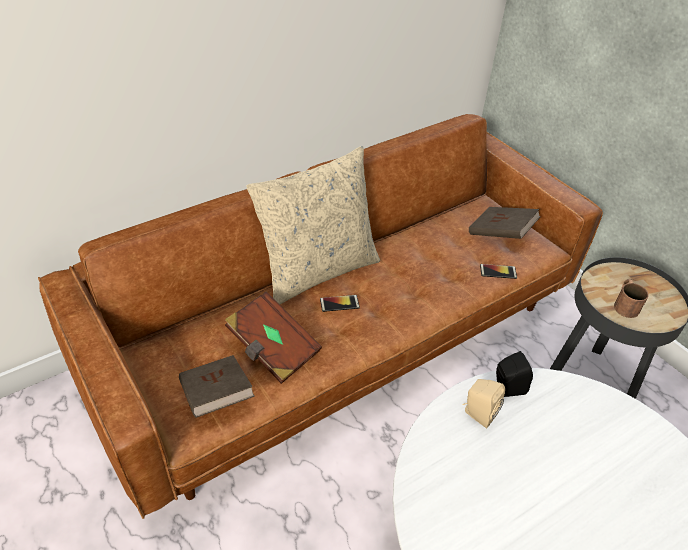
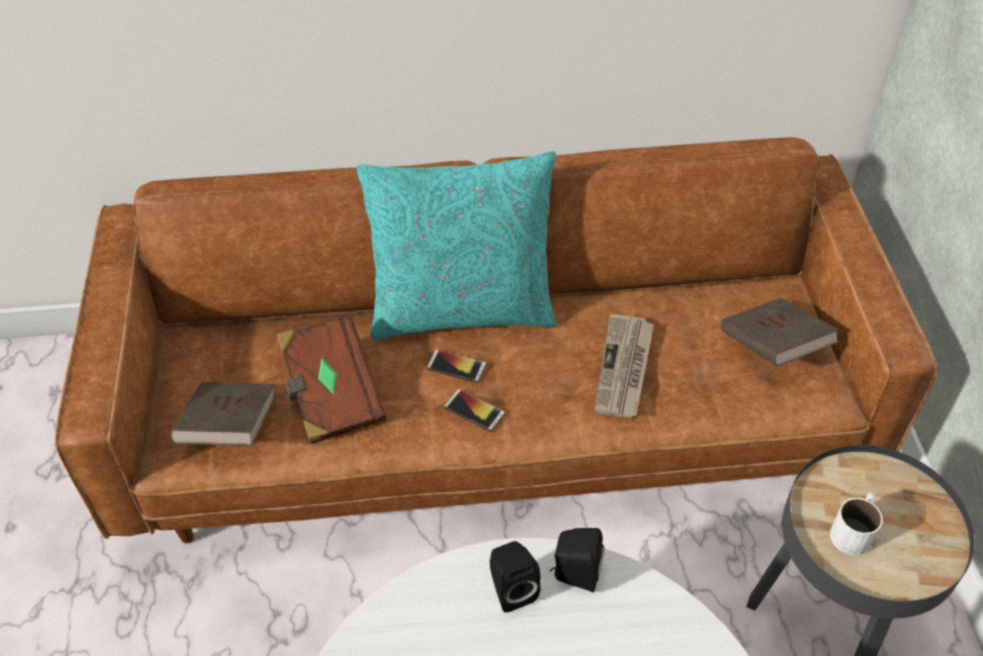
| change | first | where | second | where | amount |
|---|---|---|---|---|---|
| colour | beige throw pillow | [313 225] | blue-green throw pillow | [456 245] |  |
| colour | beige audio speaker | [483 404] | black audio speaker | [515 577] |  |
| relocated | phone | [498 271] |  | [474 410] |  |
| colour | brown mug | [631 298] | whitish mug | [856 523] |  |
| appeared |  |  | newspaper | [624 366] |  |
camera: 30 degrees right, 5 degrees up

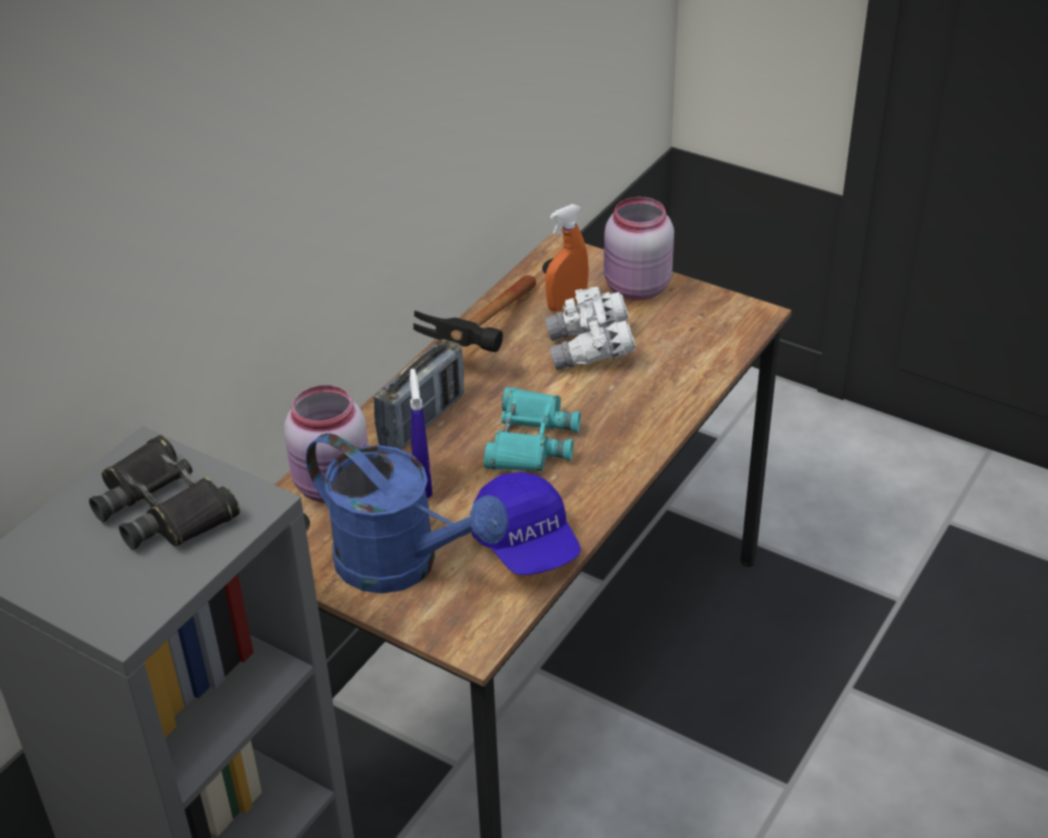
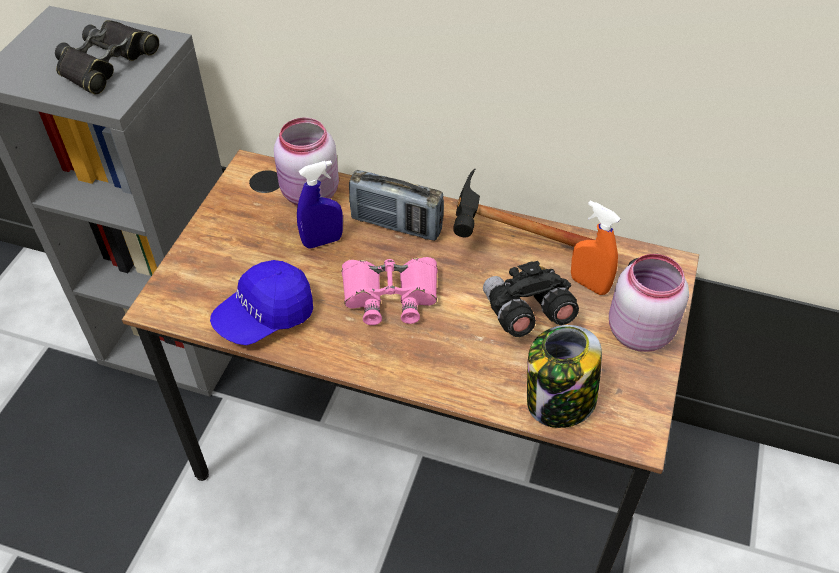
| change | first | where | second | where | amount |
|---|---|---|---|---|---|
| missing | blue-coloured sprinkling can | [407 513] |  |  |  |
| colour | blue-green binoculars | [532 429] | pink-coloured binoculars | [390 291] |  |
| colour | whitish binoculars | [590 328] | black binoculars | [531 299] |  |
| appeared |  |  | jar | [564 376] |  |
camera: 75 degrees right, 10 degrees up

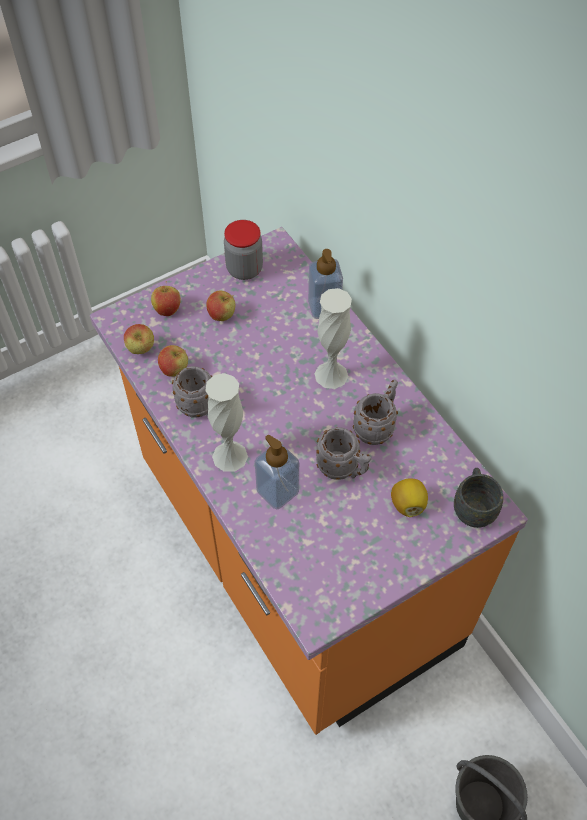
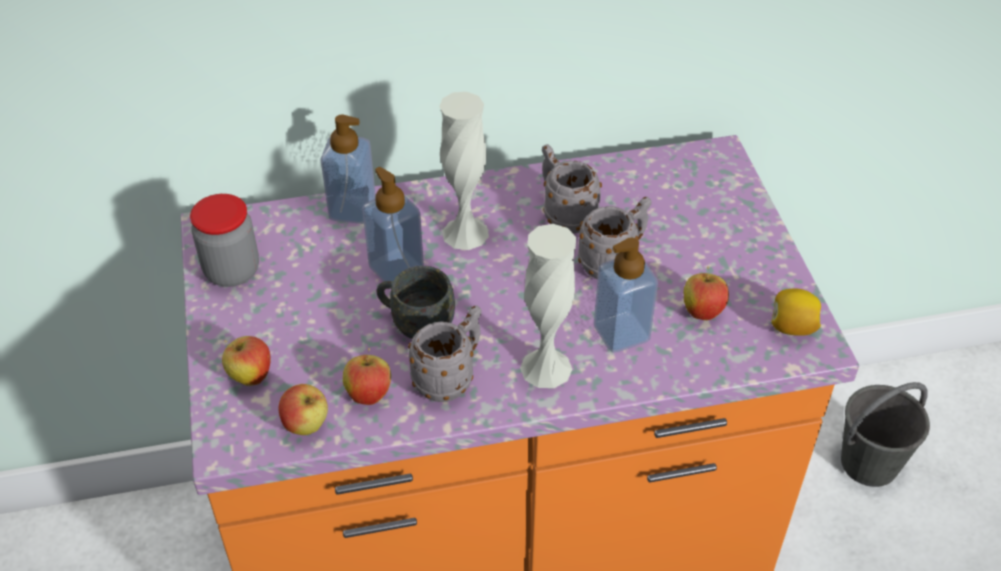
| change | first | where | second | where | amount |
|---|---|---|---|---|---|
| relocated | apple | [221 306] |  | [706 293] |  |
| relocated | citrus fruit | [409 497] |  | [796 312] |  |
| relocated | gray mug | [478 498] |  | [416 302] |  |
| appeared |  |  | liquid soap bottle | [393 224] |  |
camera: 70 degrees left, 10 degrees down

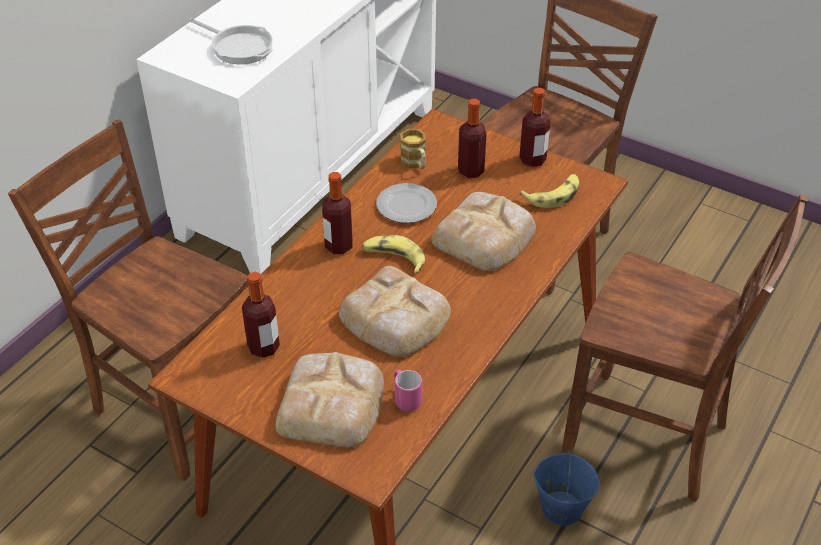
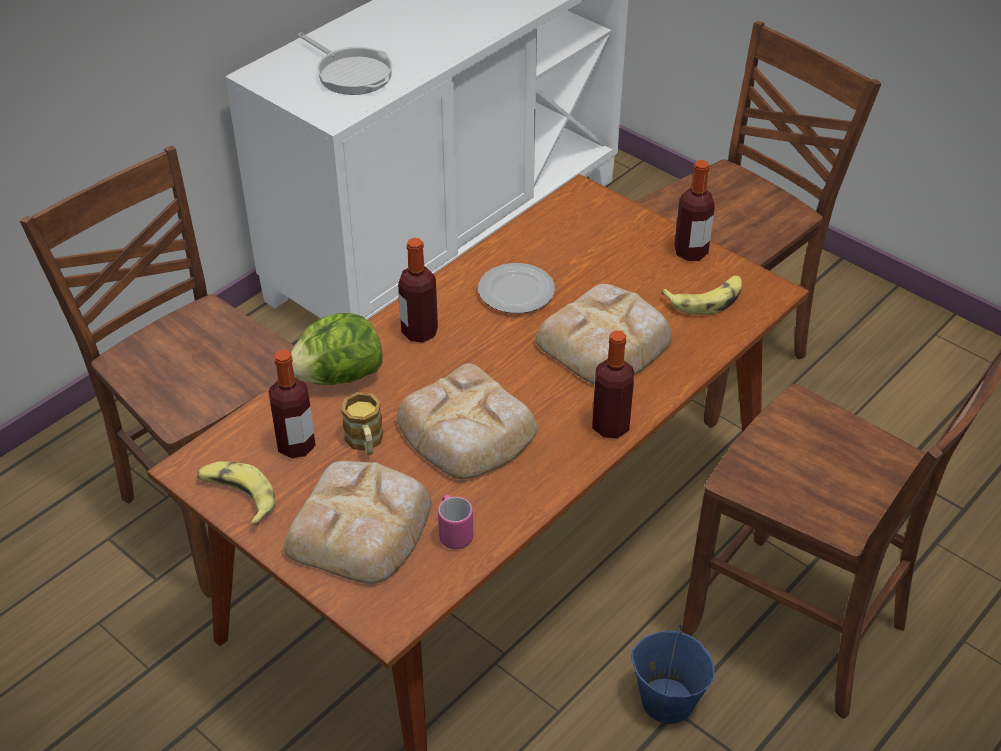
| change | first | where | second | where | amount |
|---|---|---|---|---|---|
| relocated | whole banana | [393 254] |  | [236 493] |  |
| relocated | mug | [413 149] |  | [362 423] |  |
| relocated | beverage bottle | [472 138] |  | [613 384] |  |
| appeared |  |  | lettuce | [337 349] |  |
camera: 10 degrees right, 0 degrees up

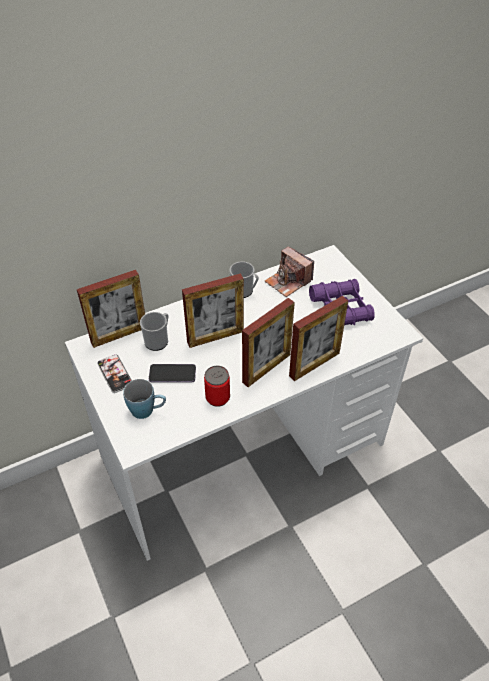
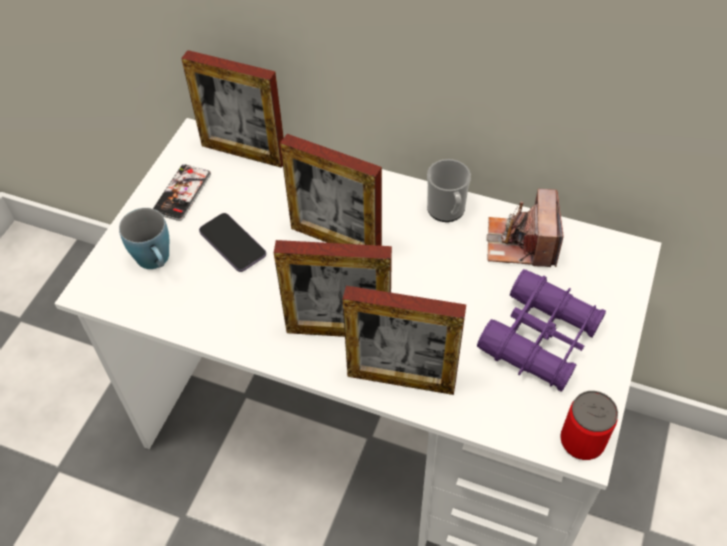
| change | first | where | second | where | amount |
|---|---|---|---|---|---|
| missing | mug | [154 331] |  |  |  |
| relocated | metal can | [217 386] |  | [589 425] |  |
camera: 50 degrees right, 5 degrees up

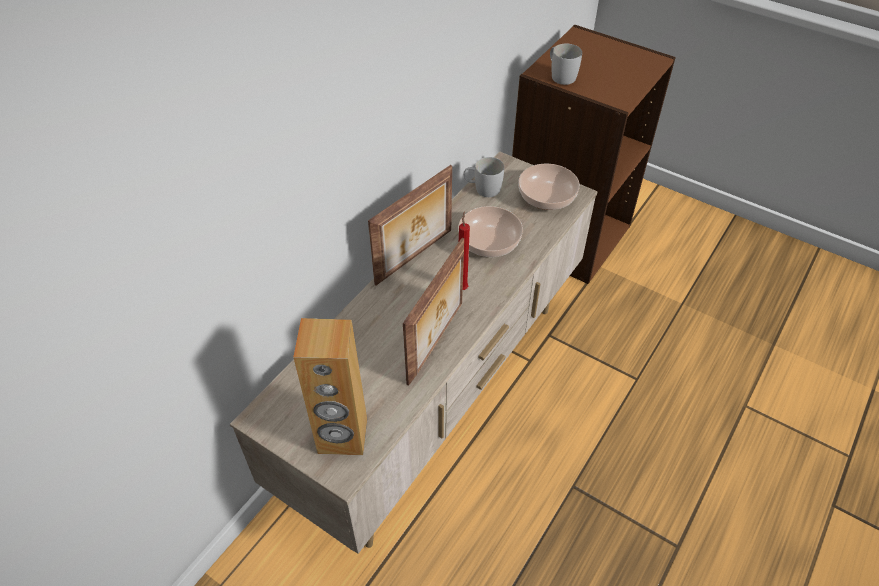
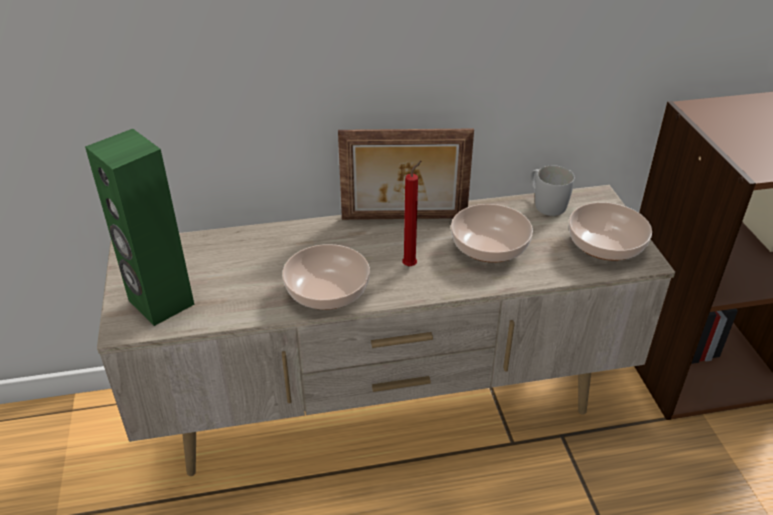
| change | first | where | second | where | amount |
|---|---|---|---|---|---|
| colour | brown audio speaker | [330 386] | green audio speaker | [139 227] |  |
| exchanged | photo frame | [433 312] | deep dish | [326 277] |  |
| missing | whitish mug | [566 64] |  |  |  |
camera: 45 degrees right, 10 degrees down

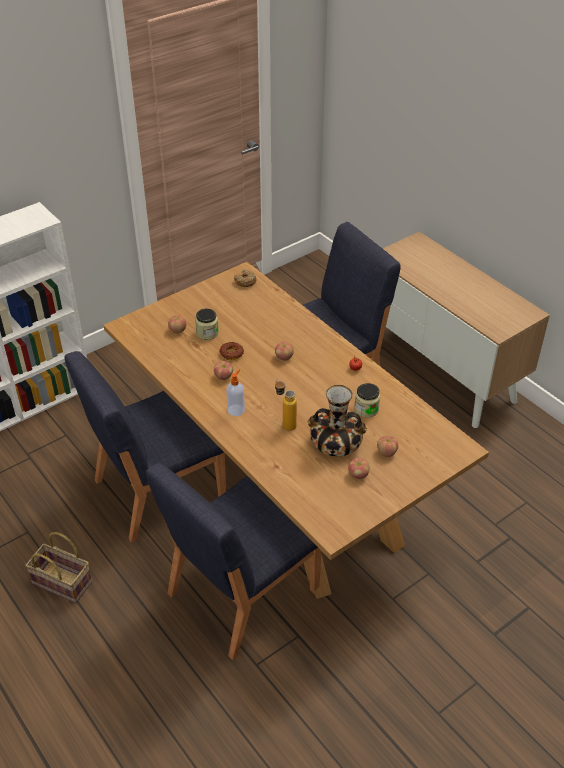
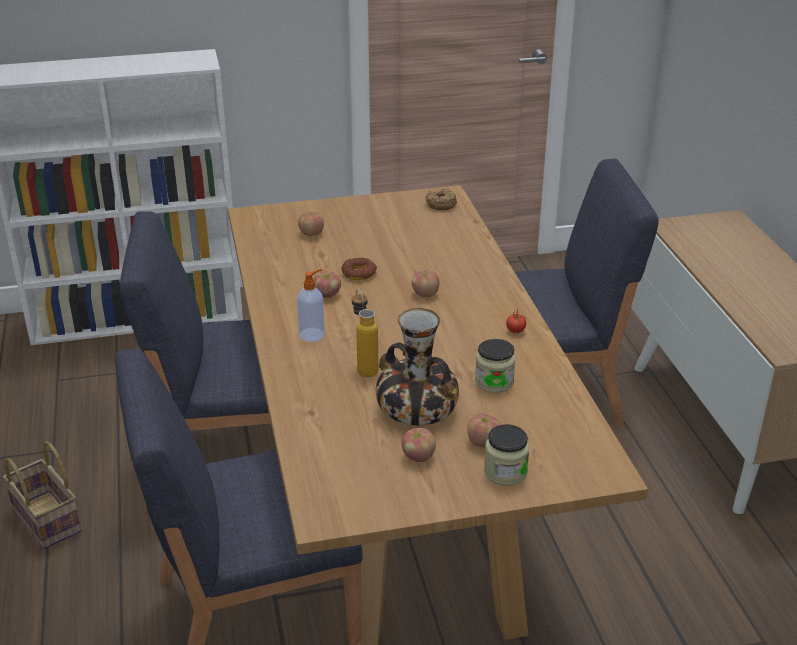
| change | first | where | second | where | amount |
|---|---|---|---|---|---|
| relocated | jar | [207 324] |  | [507 455] |  |
camera: 25 degrees right, 10 degrees down

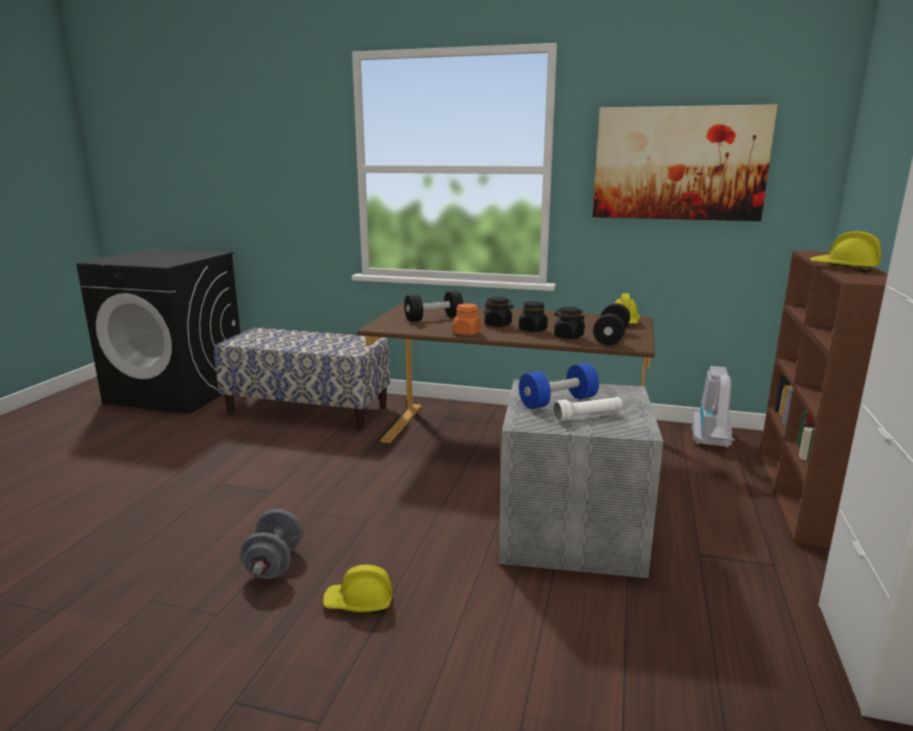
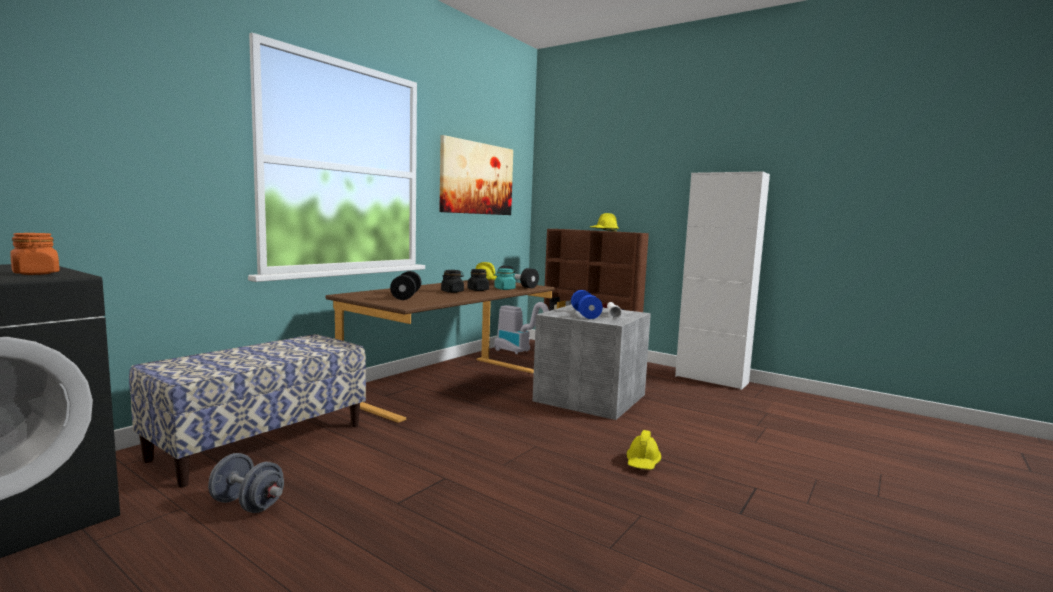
| change | first | where | second | where | amount |
|---|---|---|---|---|---|
| relocated | gray dumbbell | [271 544] |  | [246 483] |  |
| relocated | orange jar | [467 319] |  | [35 254] |  |
| colour | black jar | [569 323] | blue-green jar | [505 279] |  |
camera: 70 degrees left, 10 degrees down

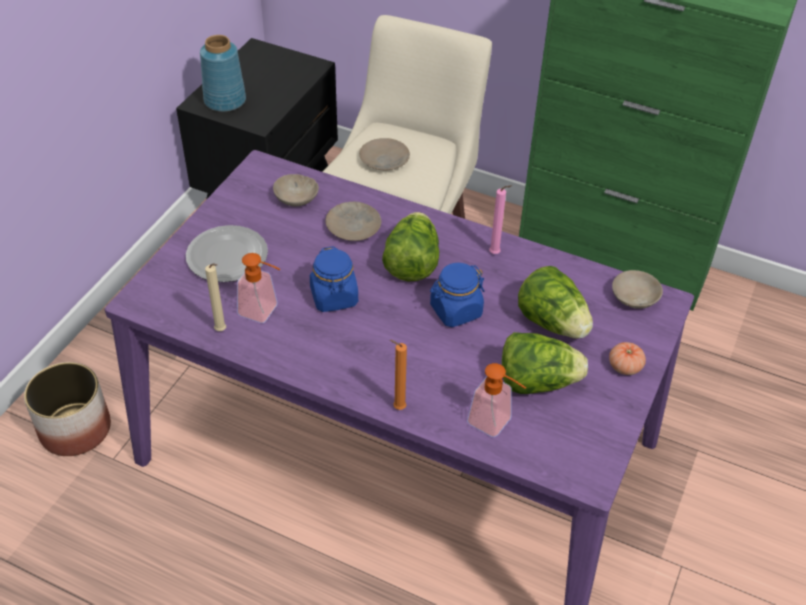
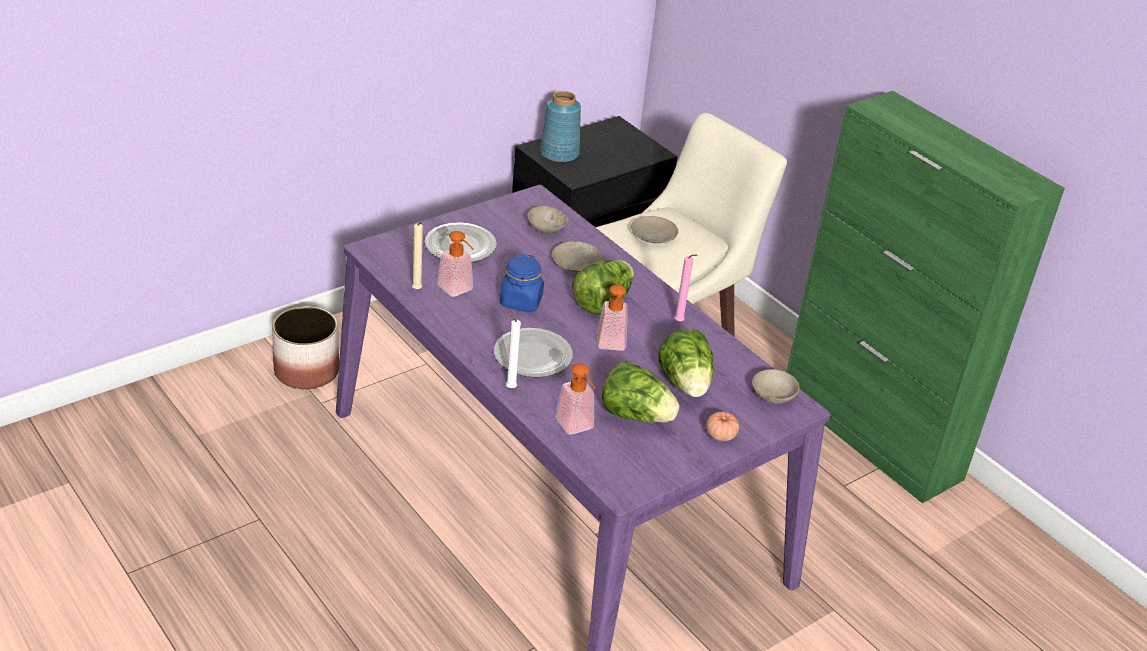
| change | first | where | second | where | amount |
|---|---|---|---|---|---|
| colour | orange wax candle | [398 375] | whitish wax candle | [513 350] |  |
| exchanged | blue-coloured jar | [457 295] | liquid soap bottle | [612 318] |  |
| appeared |  |  | dinner plate | [533 352] |  |
camera: 25 degrees right, 10 degrees down

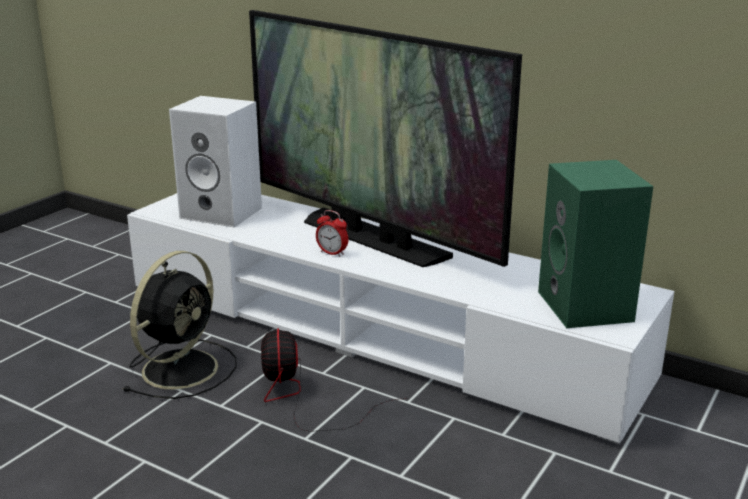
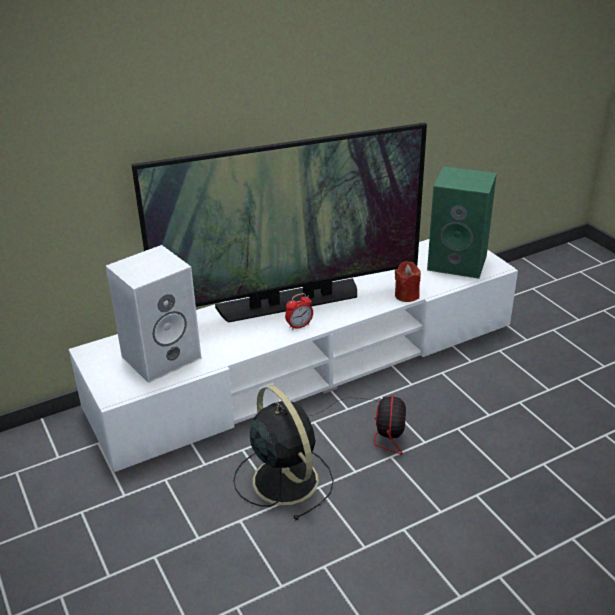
| change | first | where | second | where | amount |
|---|---|---|---|---|---|
| spun | electric fan | [335 380] |  | [357 425] | 105 degrees counterclockwise |
| appeared |  |  | red-coloured wax candle | [408 281] |  |
camera: 60 degrees left, 10 degrees up

